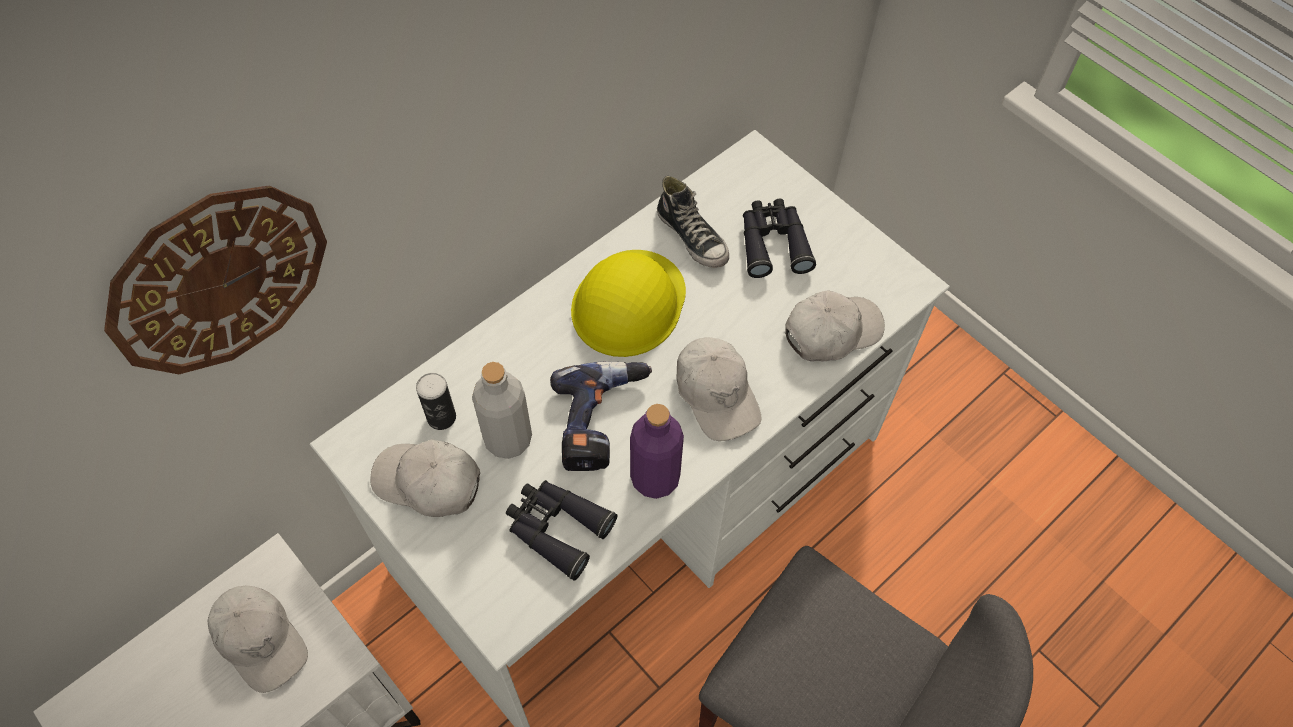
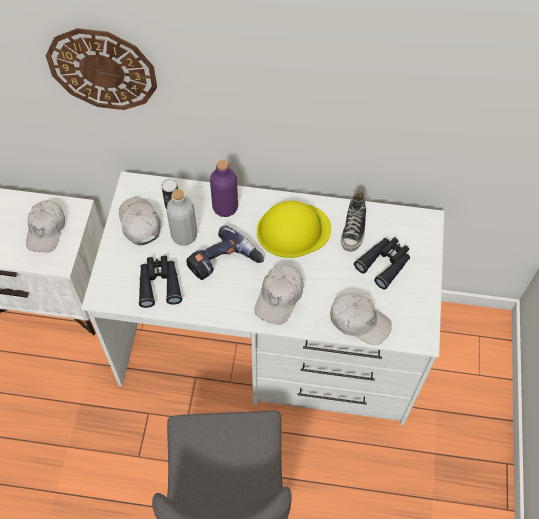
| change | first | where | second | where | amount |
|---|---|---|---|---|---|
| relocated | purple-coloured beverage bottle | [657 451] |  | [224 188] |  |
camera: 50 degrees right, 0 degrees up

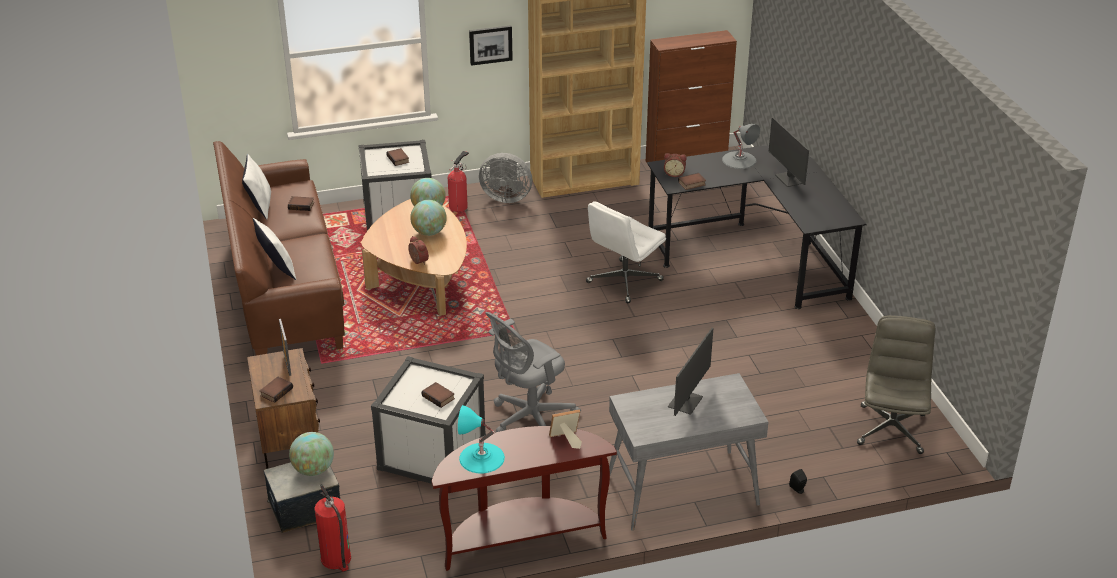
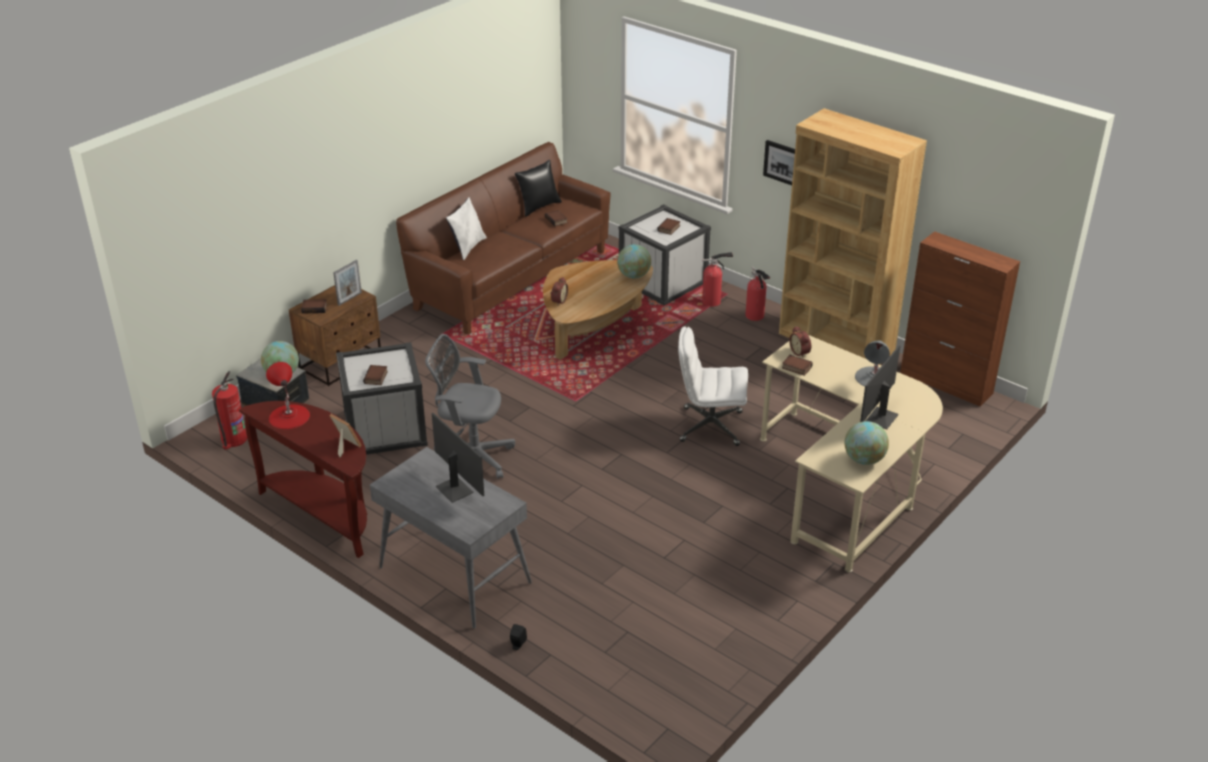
| change | first | where | second | where | amount |
|---|---|---|---|---|---|
| colour | whitish throw pillow | [256 187] | black throw pillow | [538 188] |  |
| relocated | world globe | [428 218] |  | [866 443] |  |
| colour | blue-green tabletop lamp | [481 439] | red-coloured tabletop lamp | [288 395] |  |
| exchanged | gray electric fan | [505 178] | fire extinguisher | [757 294] |  |
| colour | black desk | [757 227] | beige desk | [851 453] |  |
| spun | computer screen | [690 372] |  | [458 458] | 120 degrees counterclockwise |
| missing | gray desk chair | [896 384] |  |  |  |
camera: 55 degrees right, 0 degrees up

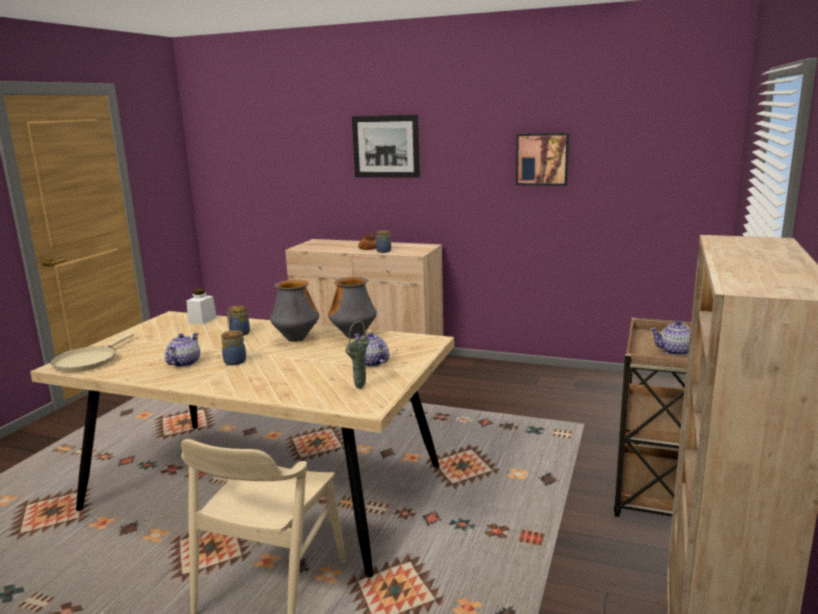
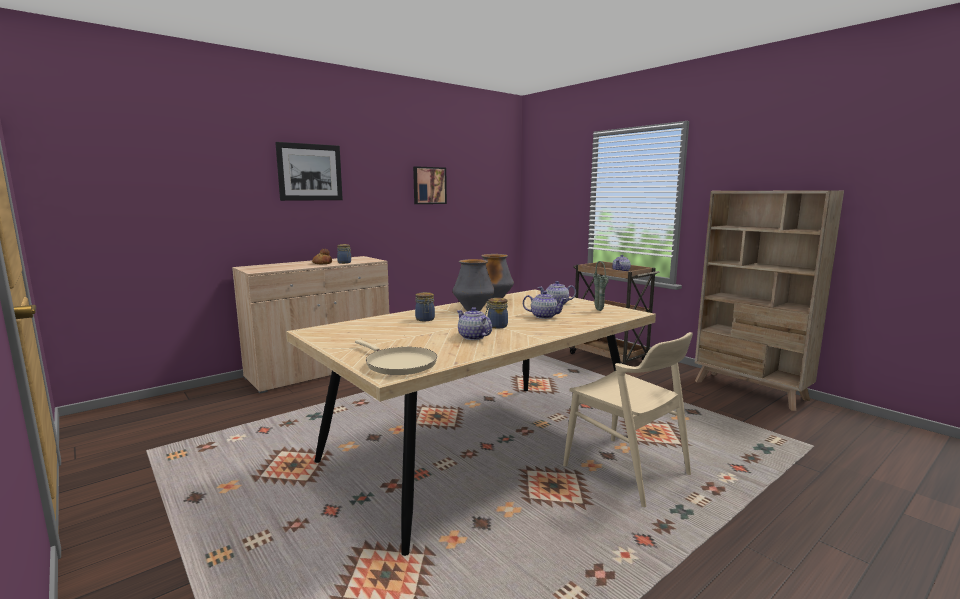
| change | first | where | second | where | amount |
|---|---|---|---|---|---|
| missing | whitish jar | [201 306] |  |  |  |
| appeared |  |  | tea pot | [545 305] |  |
camera: 60 degrees left, 5 degrees down

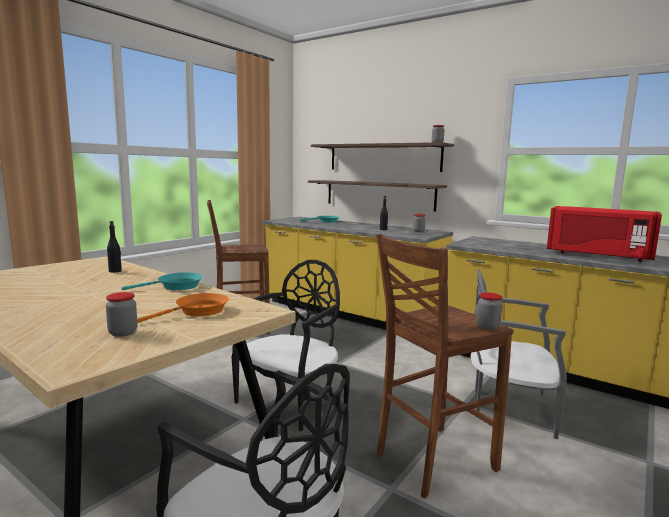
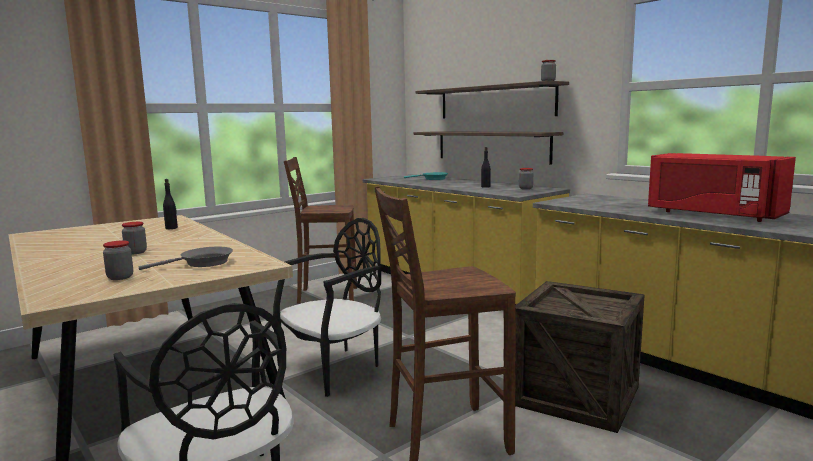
| change | first | where | second | where | amount |
|---|---|---|---|---|---|
| missing | blue-green frying pan | [162 281] |  |  |  |
| colour | orange frying pan | [183 308] | gray frying pan | [186 258] |  |
| exchanged | gray chair | [519 354] | packing crate | [580 357] |  |
| relocated | jar | [489 311] |  | [134 238] |  |
camera: 15 degrees right, 0 degrees up

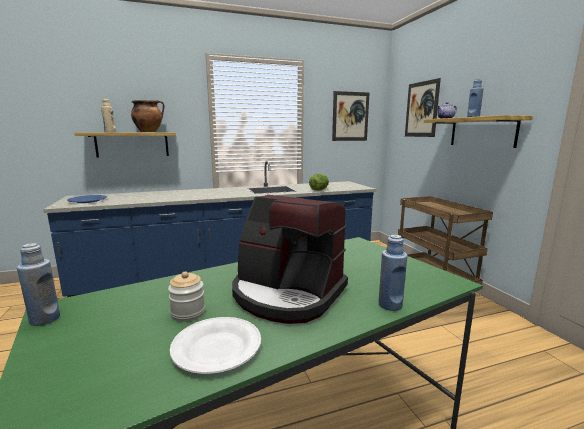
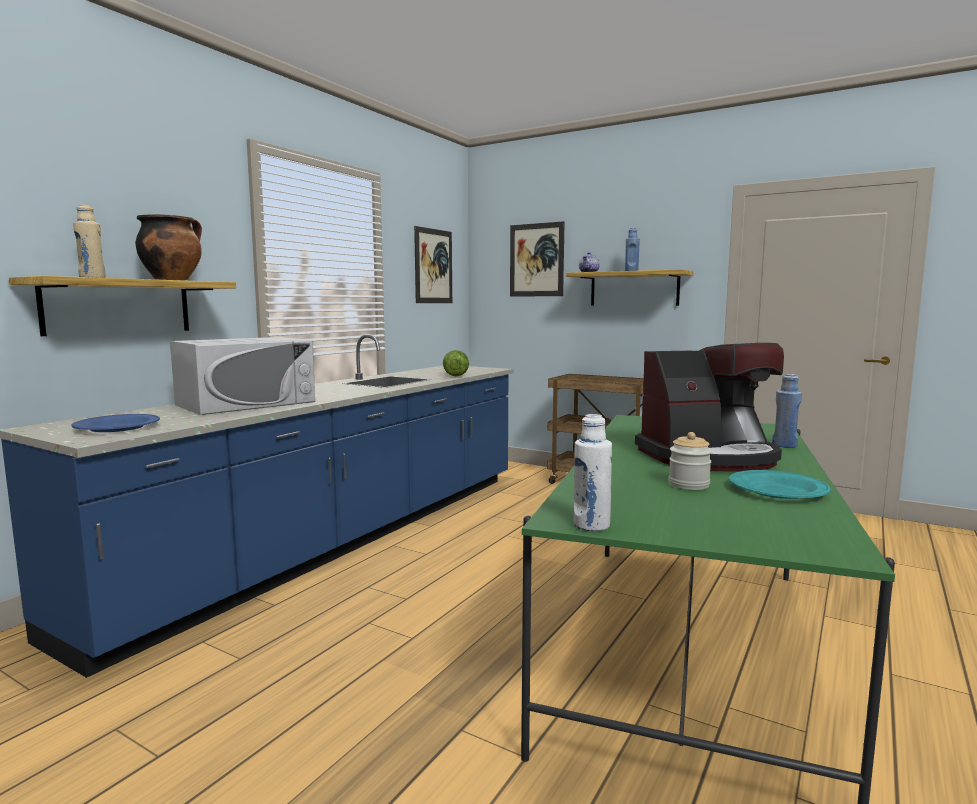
| change | first | where | second | where | amount |
|---|---|---|---|---|---|
| colour | blue-coloured beverage bottle | [38 284] | whitish beverage bottle | [593 472] |  |
| colour | whitish dinner plate | [215 345] | blue-green dinner plate | [779 484] |  |
| appeared |  |  | whitish kitchen microwave | [242 376] |  |
camera: 40 degrees left, 5 degrees down

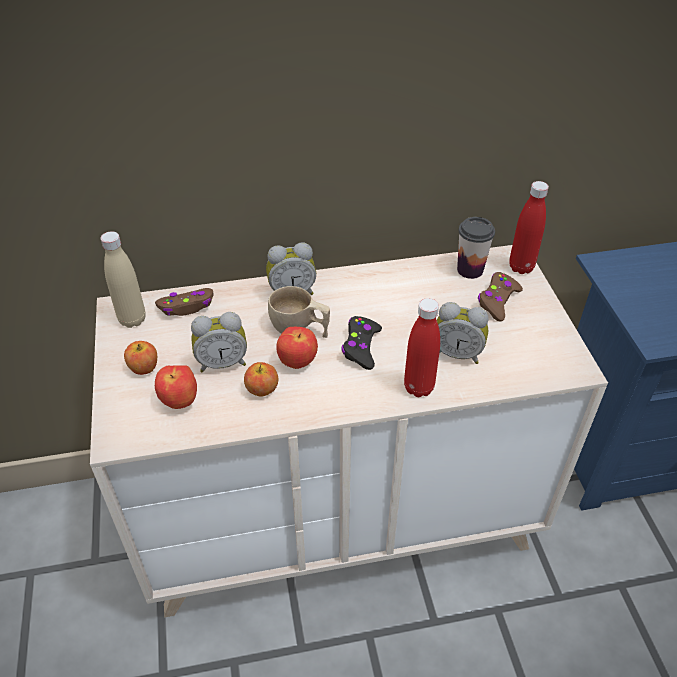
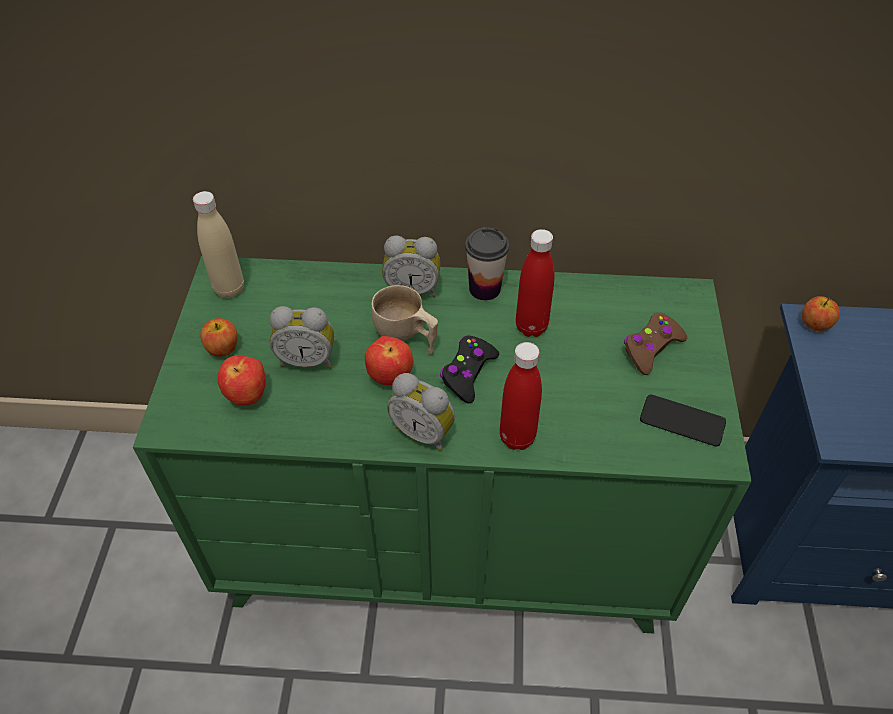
| change | first | where | second | where | amount |
|---|---|---|---|---|---|
| colour | beige dresser | [349 431] | green dresser | [442 445] |  |
| missing | brown game controller | [184 302] |  |  |  |
| relocated | apple | [261 379] |  | [821 313] |  |
| relocated | table clock | [463 333] |  | [421 412] |  |
| relocated | small cup | [476 248] |  | [487 264] |  |
| relocated | red-coloured beverage bottle | [529 227] |  | [535 283] |  |
| appeared |  |  | phone | [683 420] |  |
camera: 15 degrees right, 5 degrees up

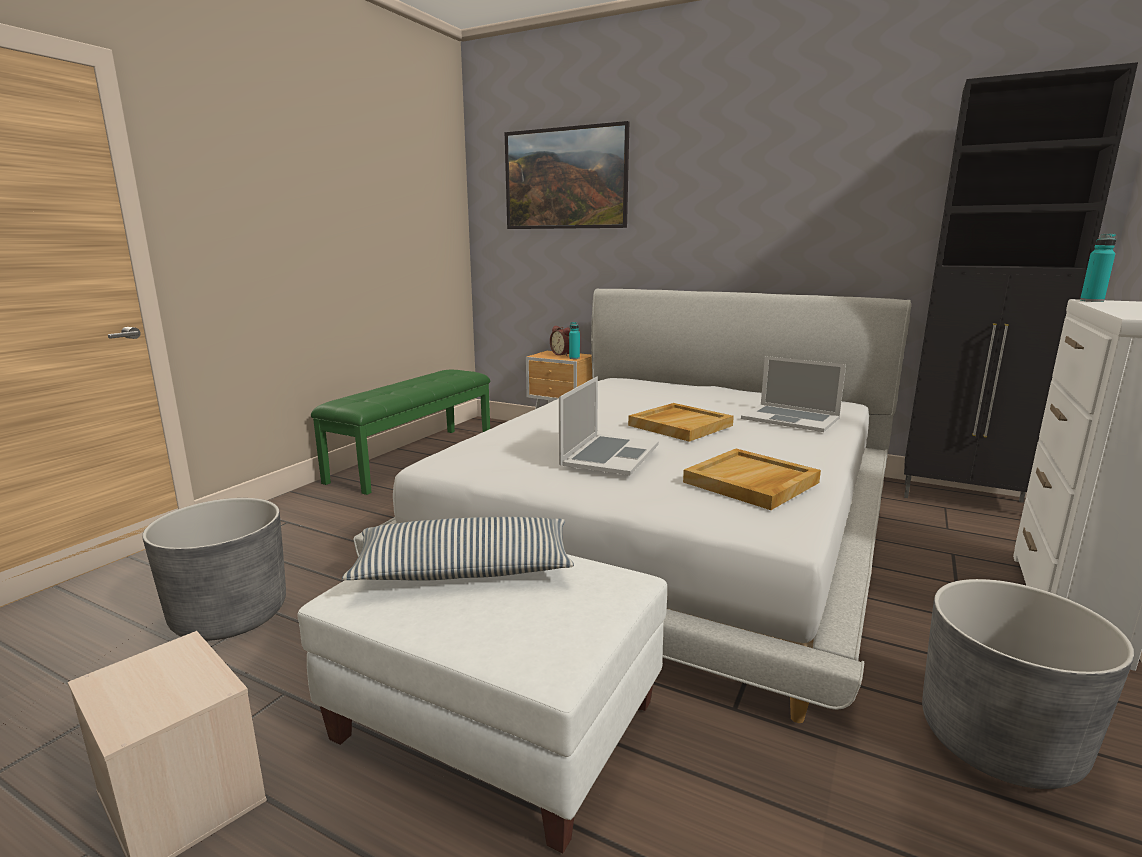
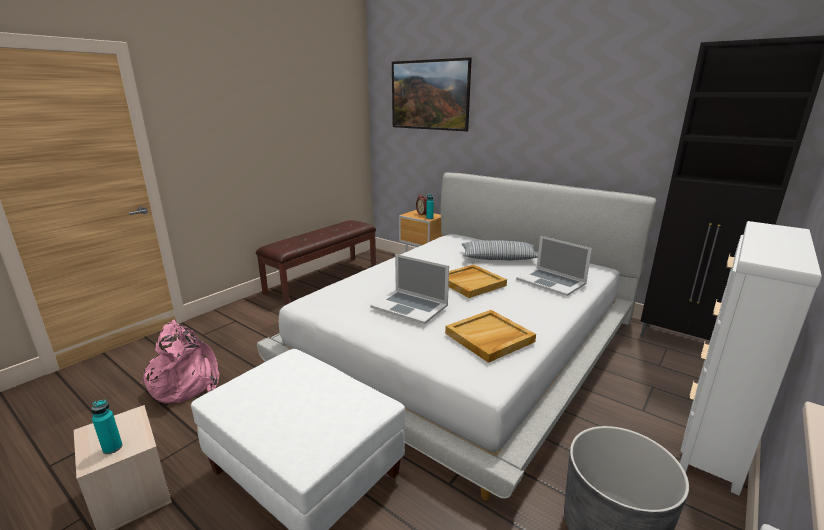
| change | first | where | second | where | amount |
|---|---|---|---|---|---|
| exchanged | gray plant pot | [214 569] | pink-coloured knapsack | [180 361] |  |
| colour | green indoor bench | [400 432] | brown indoor bench | [316 262] |  |
| relocated | throw pillow | [458 549] |  | [500 250] |  |
| spun | laptop | [609 425] |  | [410 289] | 90 degrees clockwise |
| relocated | blue-green beverage bottle | [1098 268] |  | [107 427] |  |
camera: 10 degrees right, 5 degrees up

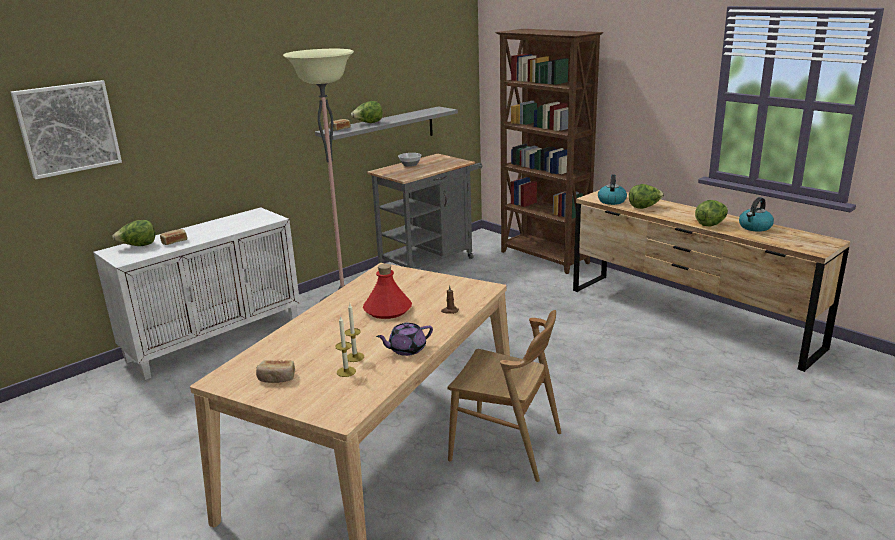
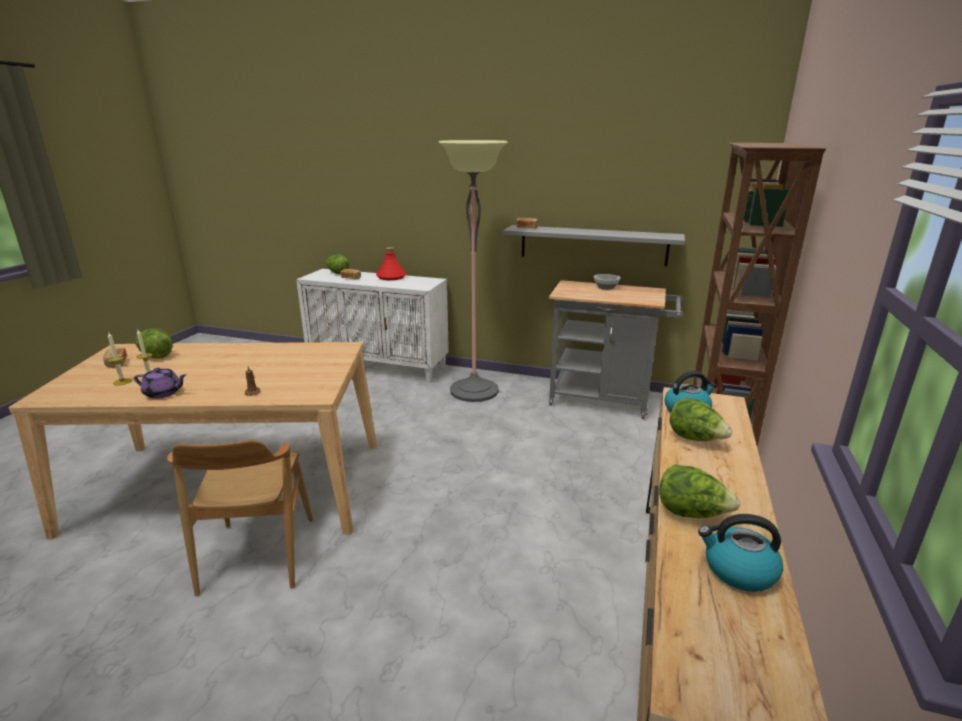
| change | first | where | second | where | amount |
|---|---|---|---|---|---|
| missing | wall art | [66 129] |  |  |  |
| relocated | lettuce | [367 112] |  | [154 344] |  |
| relocated | red-coloured beverage bottle | [387 291] |  | [391 263] |  |
| spun | purple-coloured tea pot | [404 339] |  | [160 383] | 150 degrees clockwise |
camera: 60 degrees right, 0 degrees up

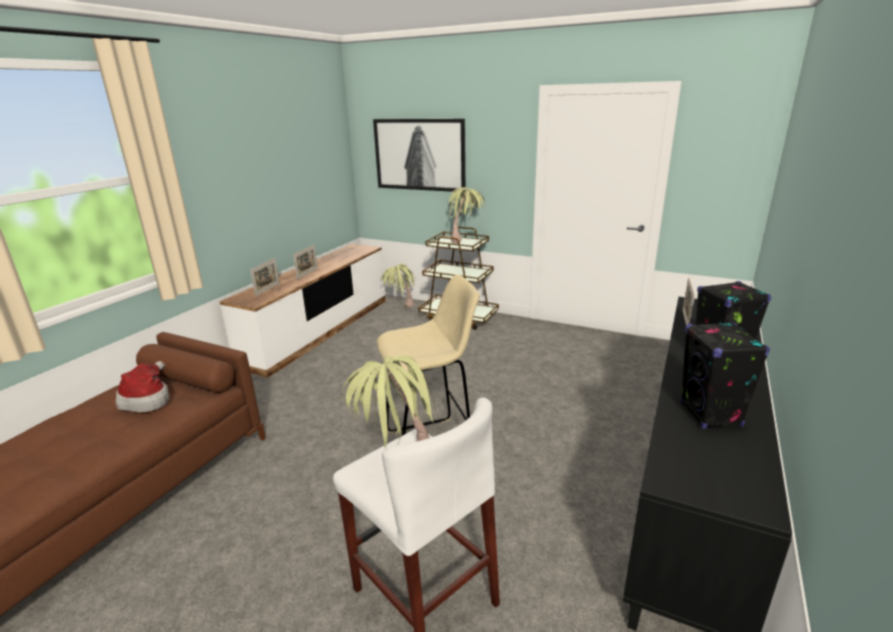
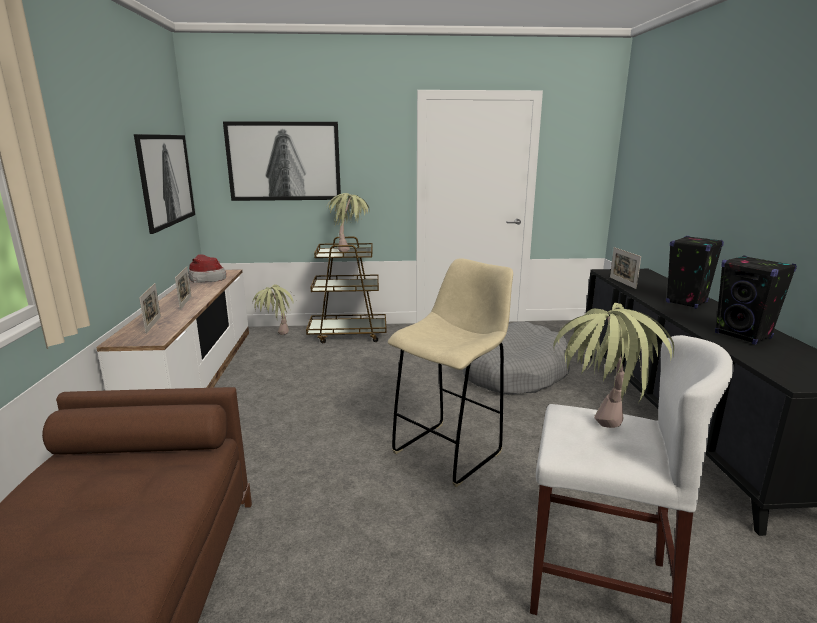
| change | first | where | second | where | amount |
|---|---|---|---|---|---|
| relocated | wearable hat | [142 386] |  | [207 268] |  |
| appeared |  |  | wall art | [164 184] |  |
| appeared |  |  | gray pet bed | [516 358] |  |
camera: 30 degrees left, 5 degrees down

